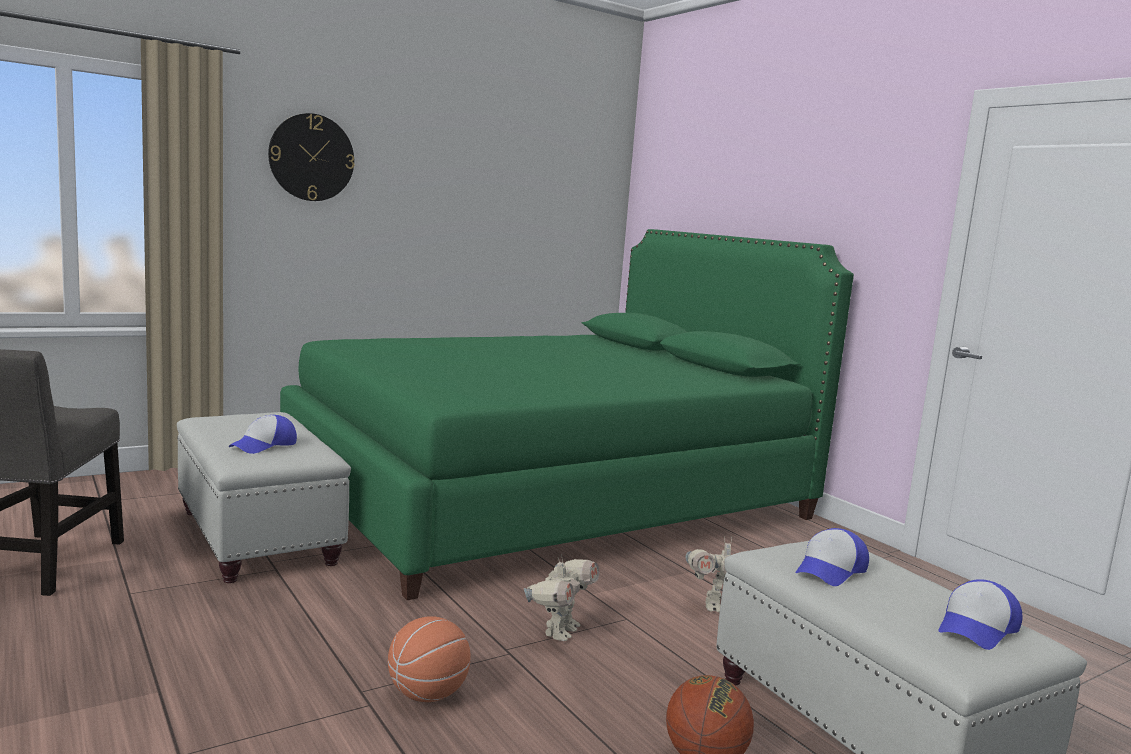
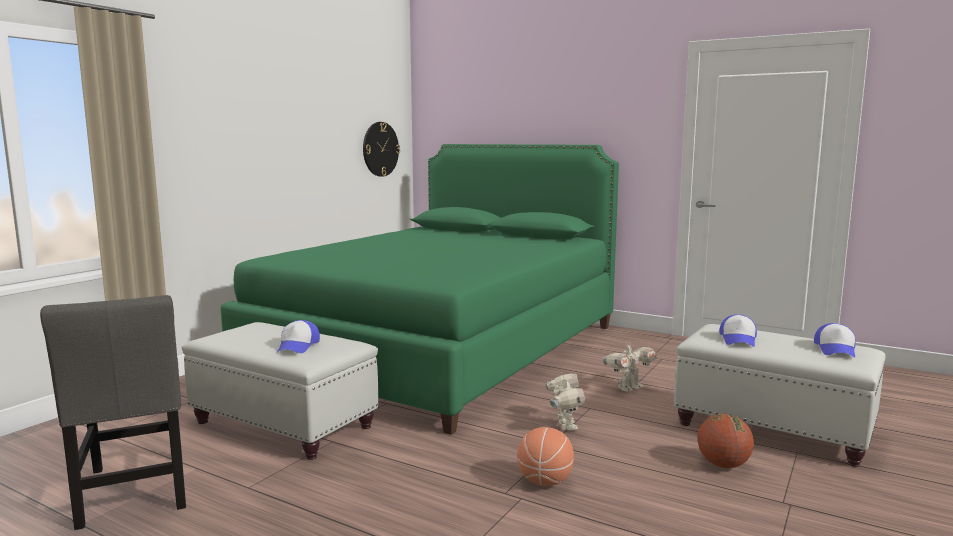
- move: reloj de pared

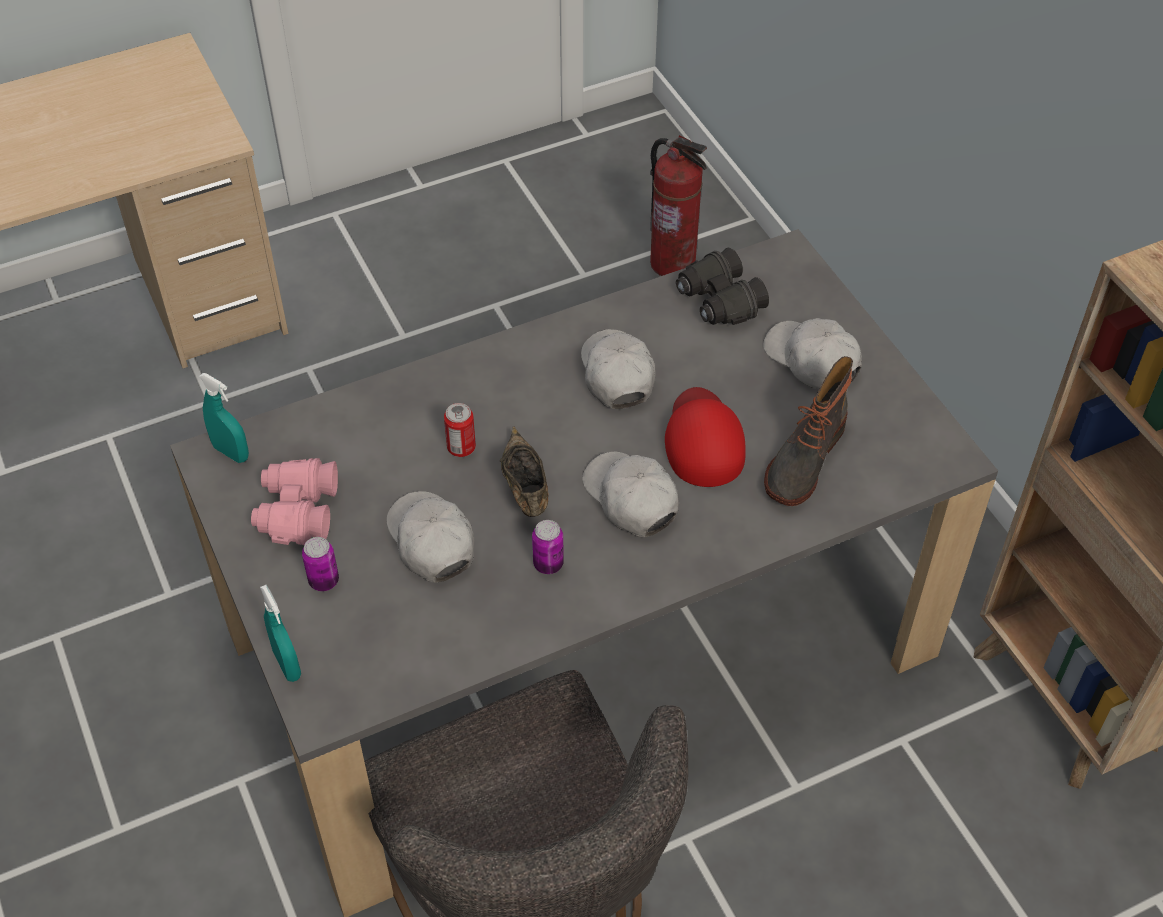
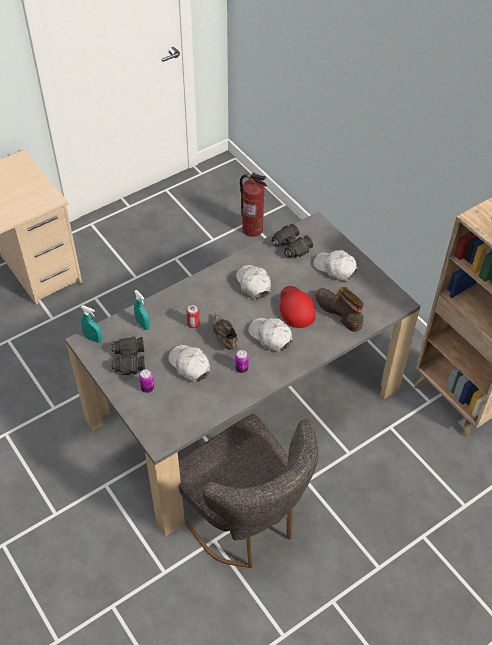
- recolor: prismáticos [rosa] to prismáticos [negro] (1st from left)
- move: pulverizador [turquesa] (2nd from left)
- rotate: bota 120 degrees clockwise

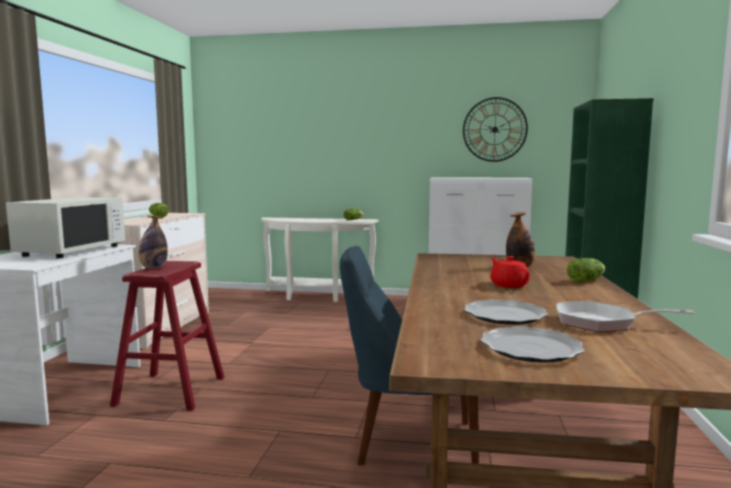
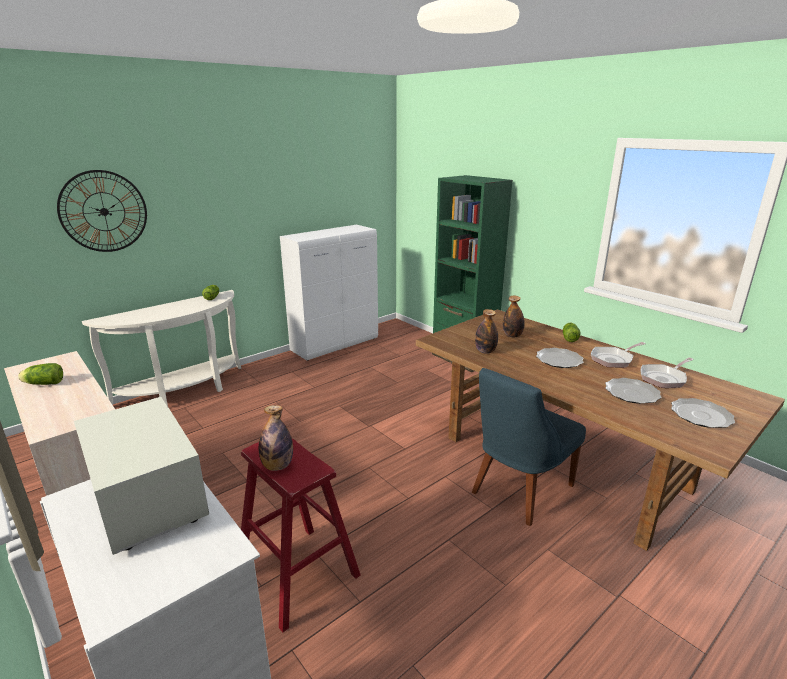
- move: reloj de pared
- replace: tetera [rojo] to plato (1st from left)
- insert: botella (2nd from left)
- insert: sartén (1st from left)

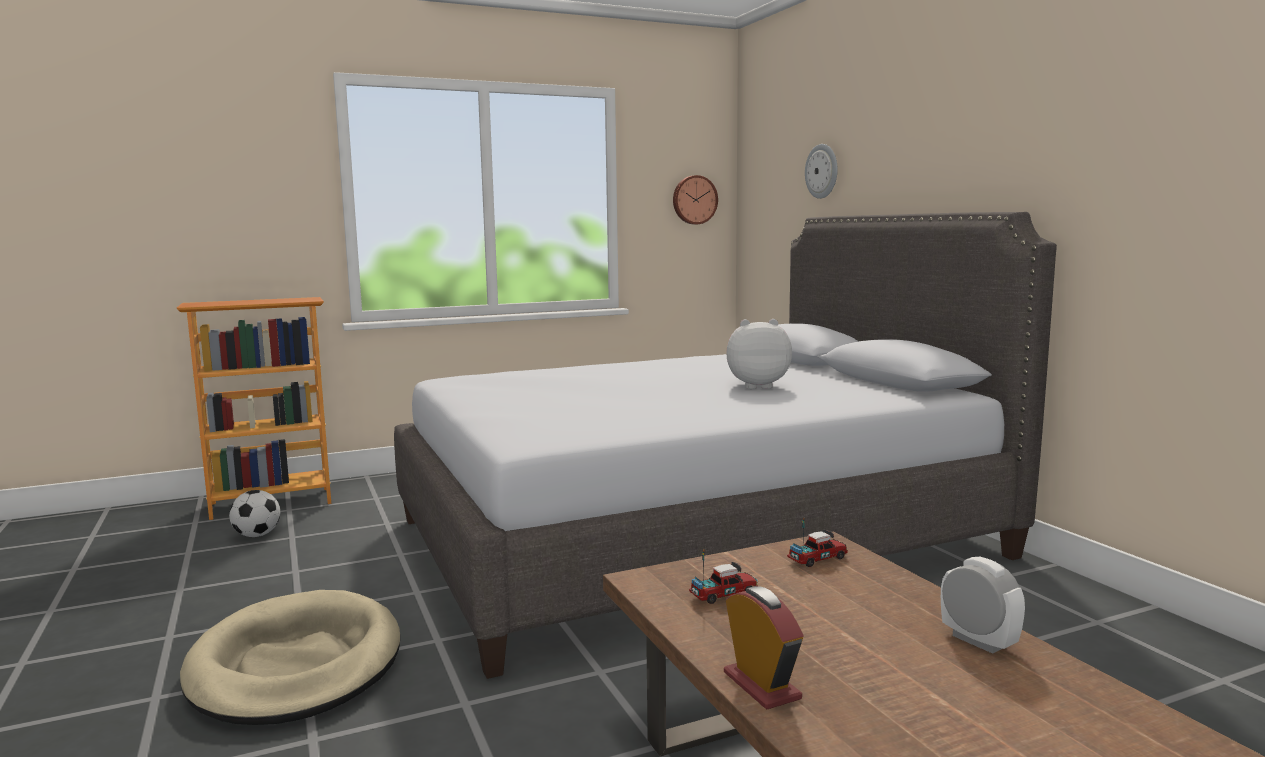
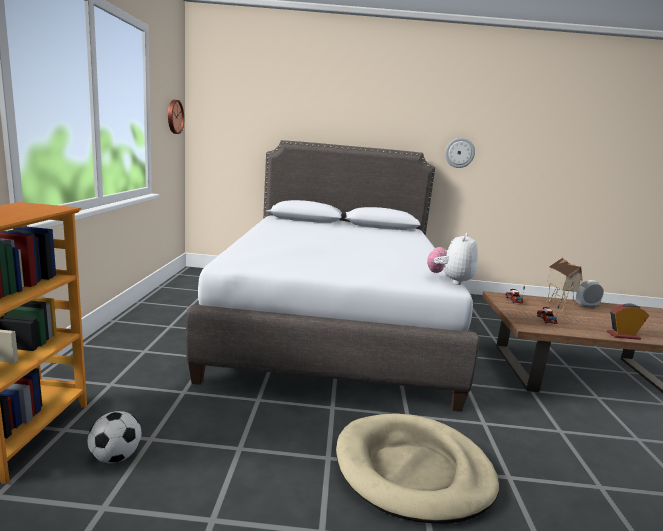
- move: peluche
- move: reloj de pared (2nd from left)
- insert: casita

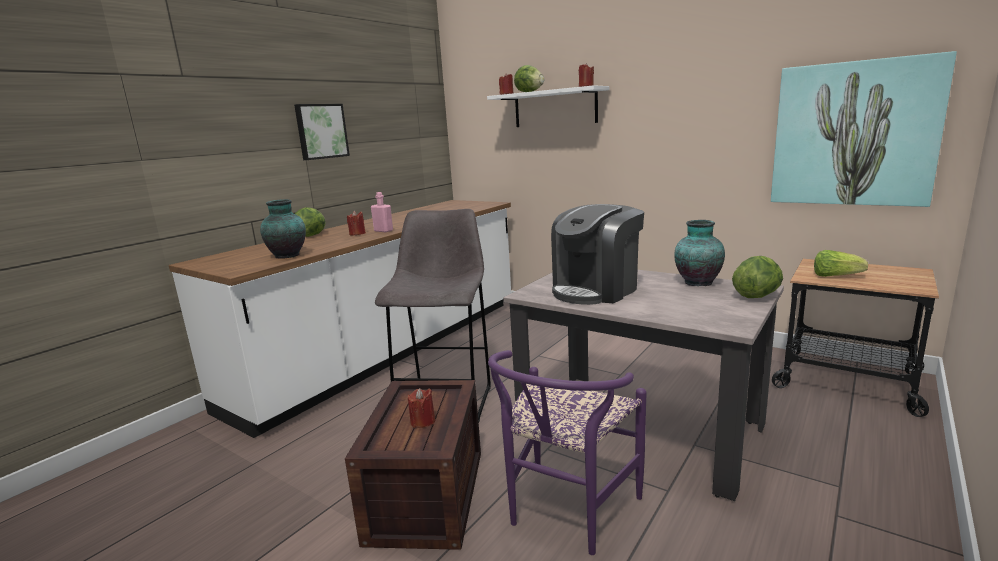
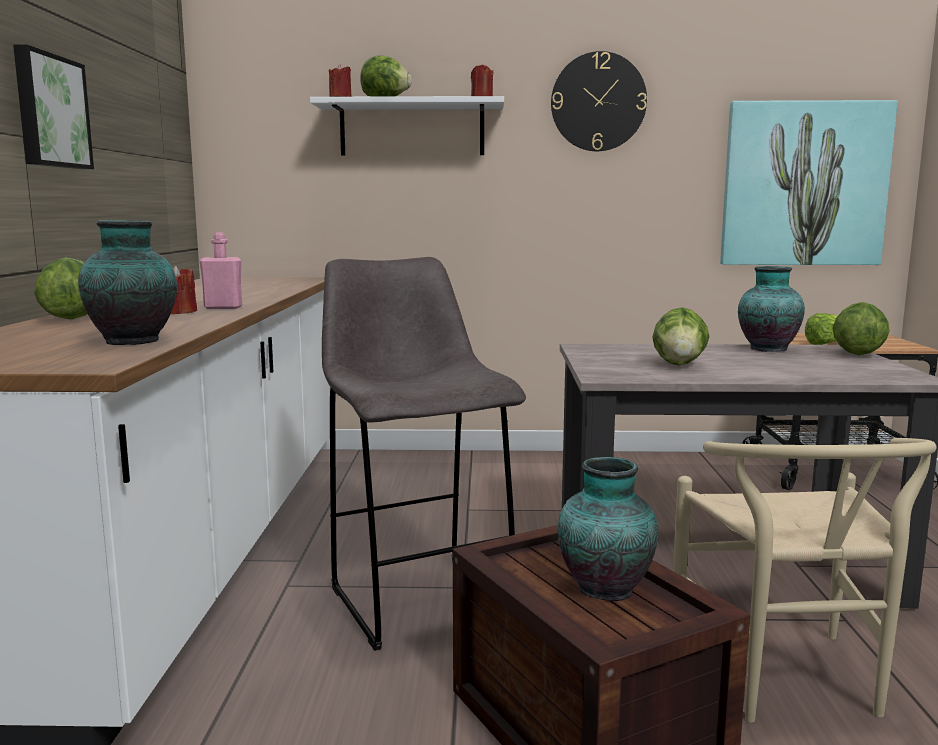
- replace: vela [rojo] (2nd from left) to florero (2nd from left)
- recolor: silla [morado] to silla [beis]
- replace: cafetera to lechuga (3rd from left)
- insert: reloj de pared

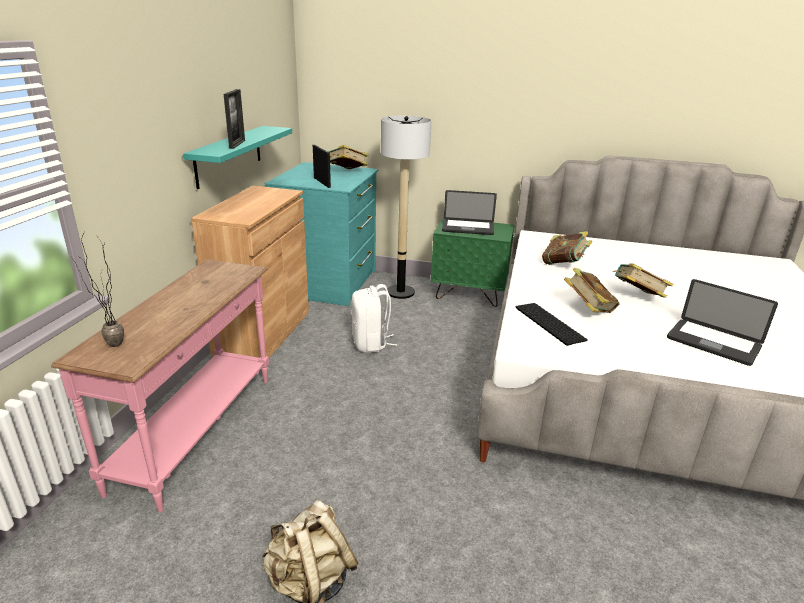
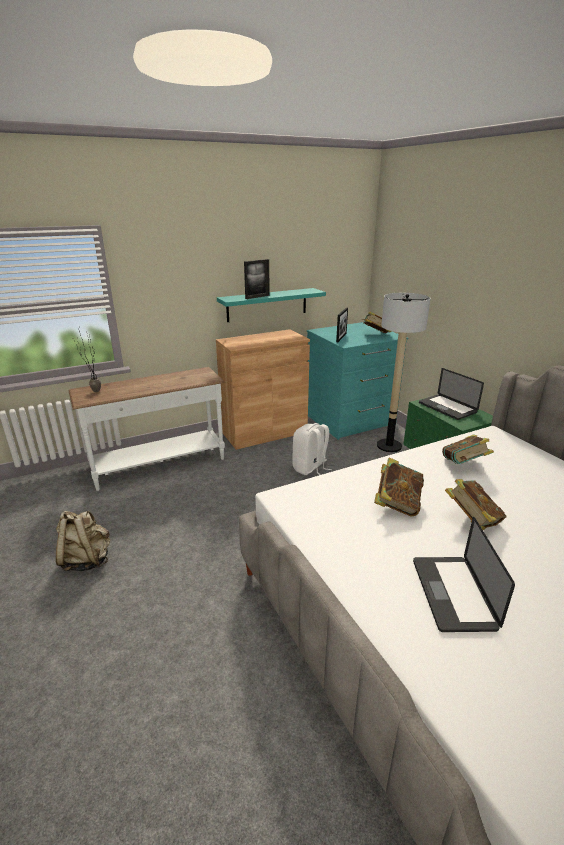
- recolor: mesa consola [rosa] to mesa consola [blanco]
- delete: teclado

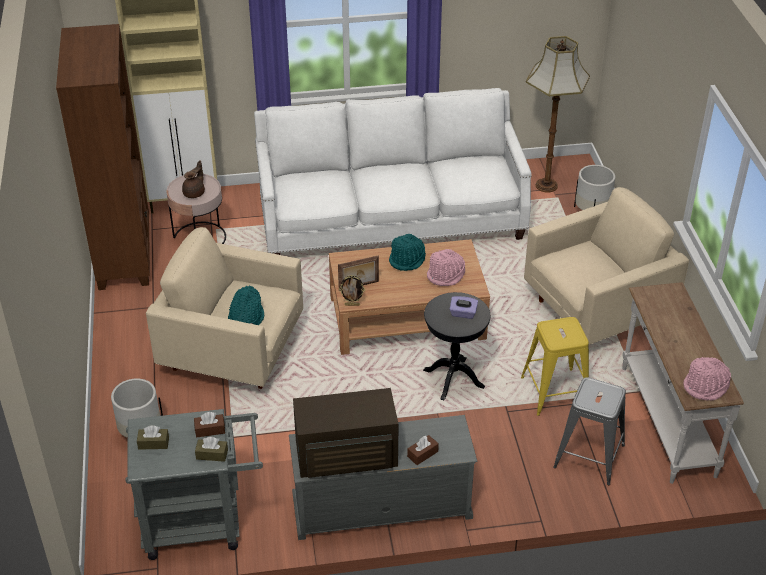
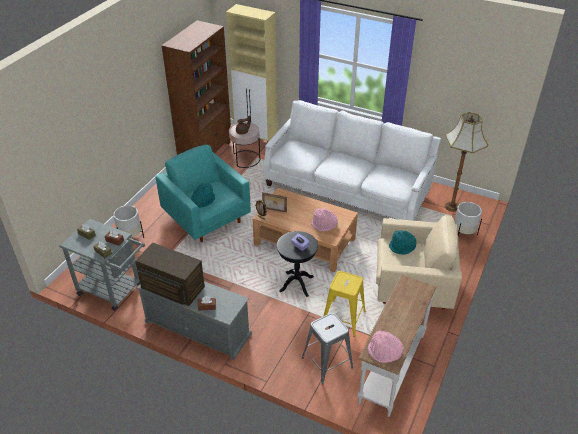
- recolor: sillón [beis] (1st from left) to sillón [turquesa]
- move: sombrero [turquesa] (2nd from left)

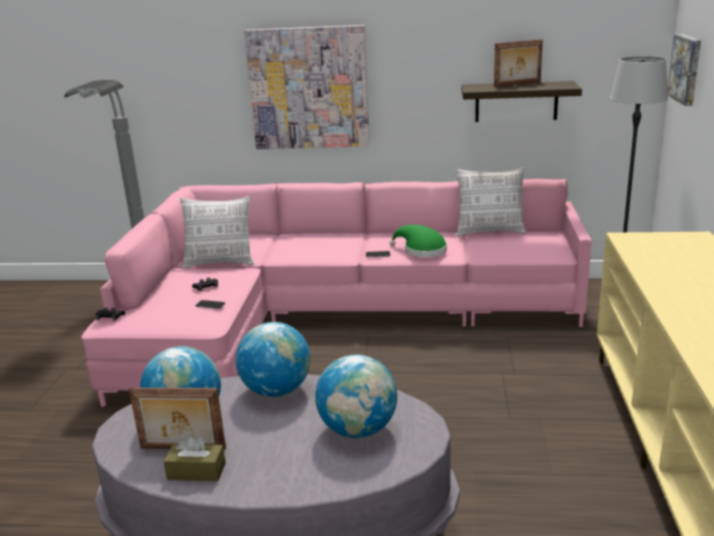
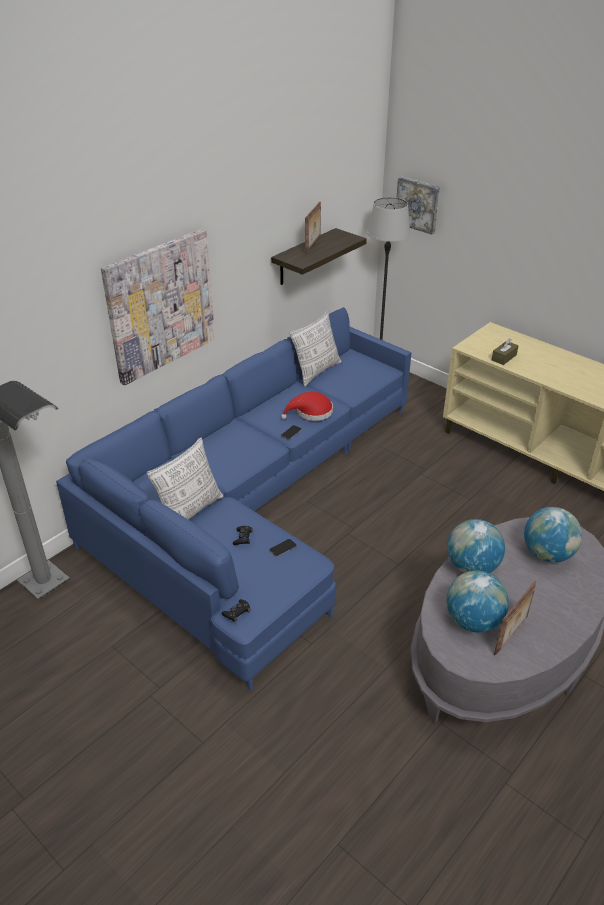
- recolor: sofá [rosa] to sofá [azul]
- move: caja de pañuelos [marrón]
- recolor: sombrero [verde] to sombrero [rojo]

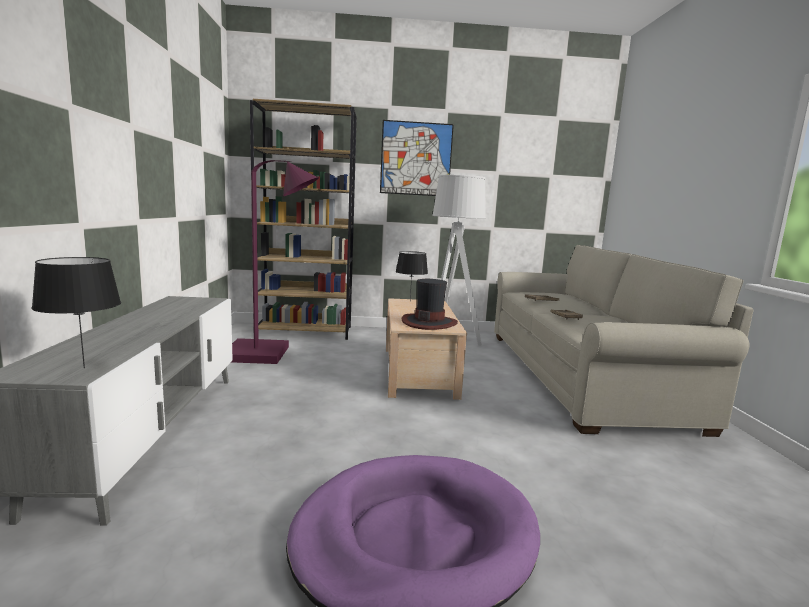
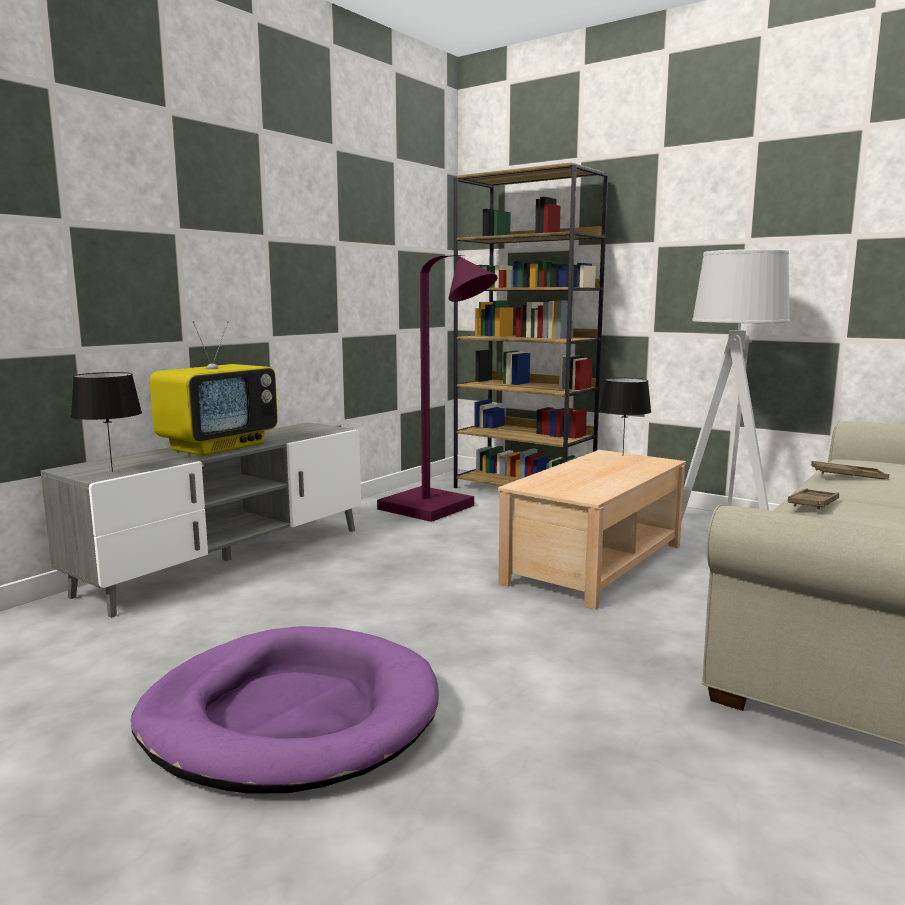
- delete: cuadro
- delete: sombrero
- insert: televisor

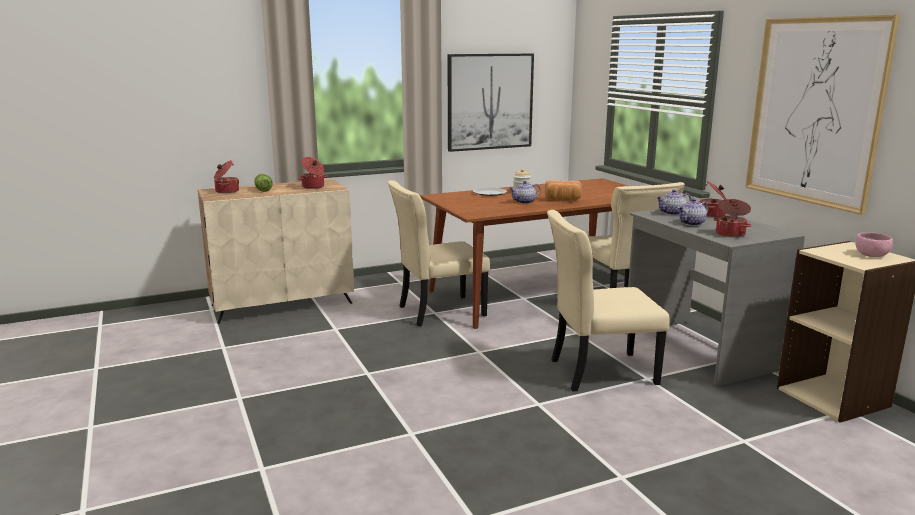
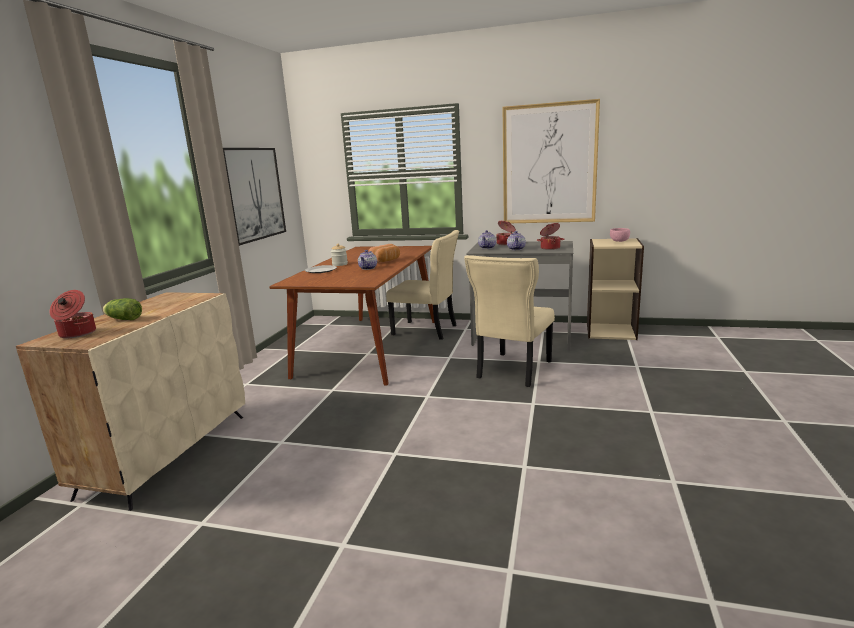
- delete: olla (2nd from left)
- delete: silla [beis] (1st from left)

